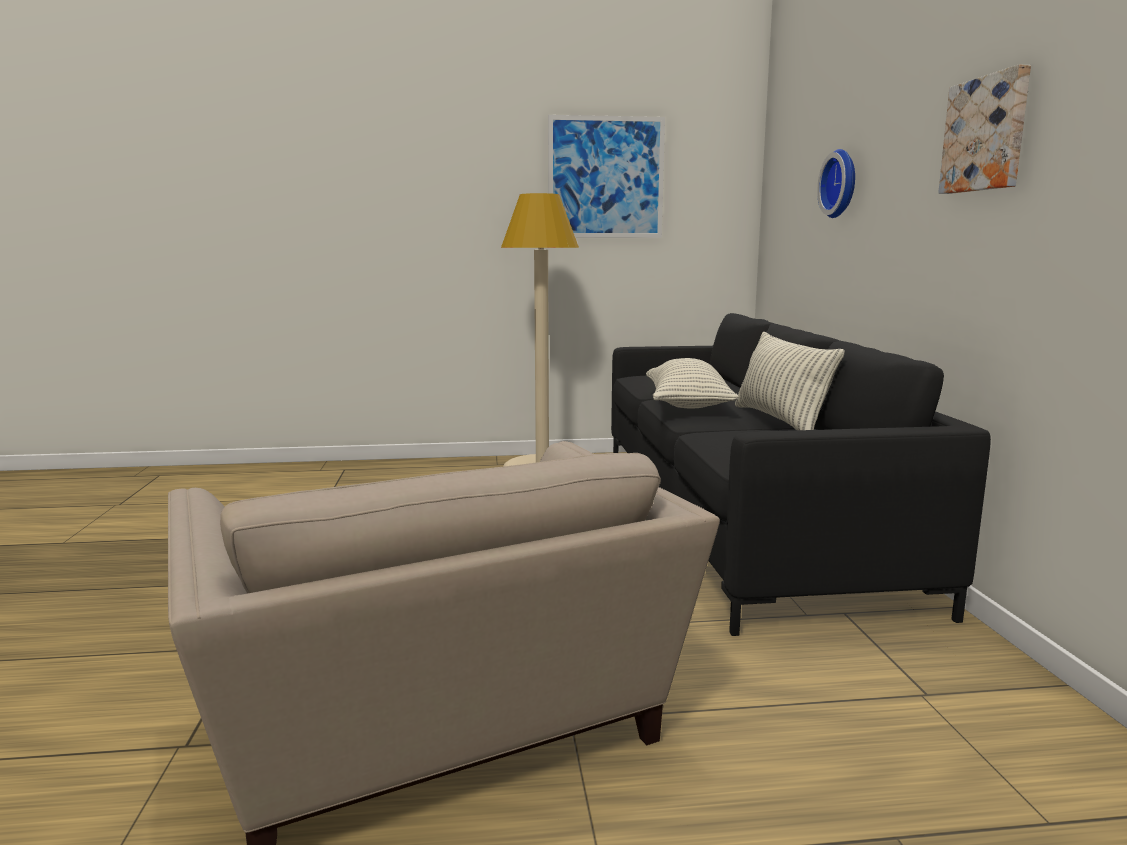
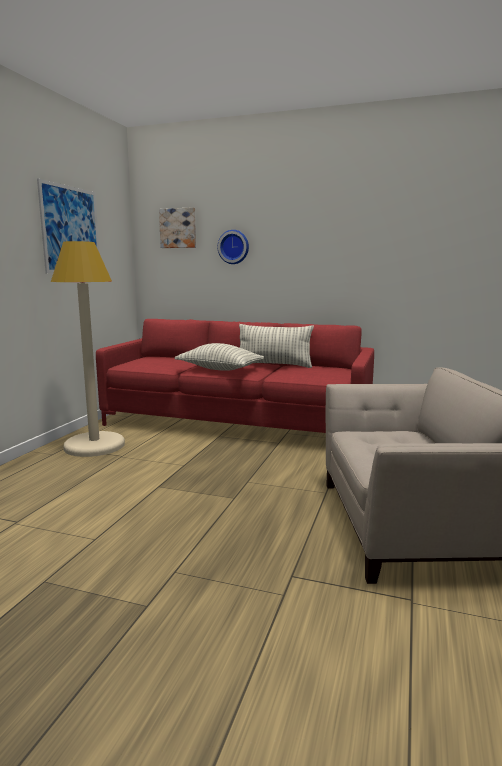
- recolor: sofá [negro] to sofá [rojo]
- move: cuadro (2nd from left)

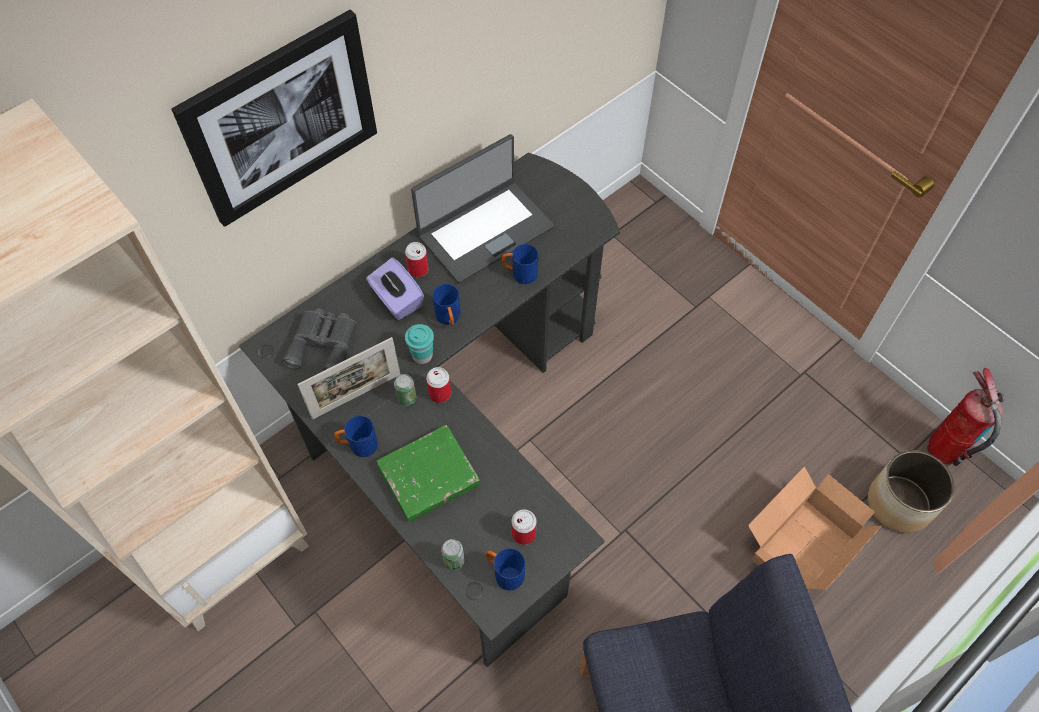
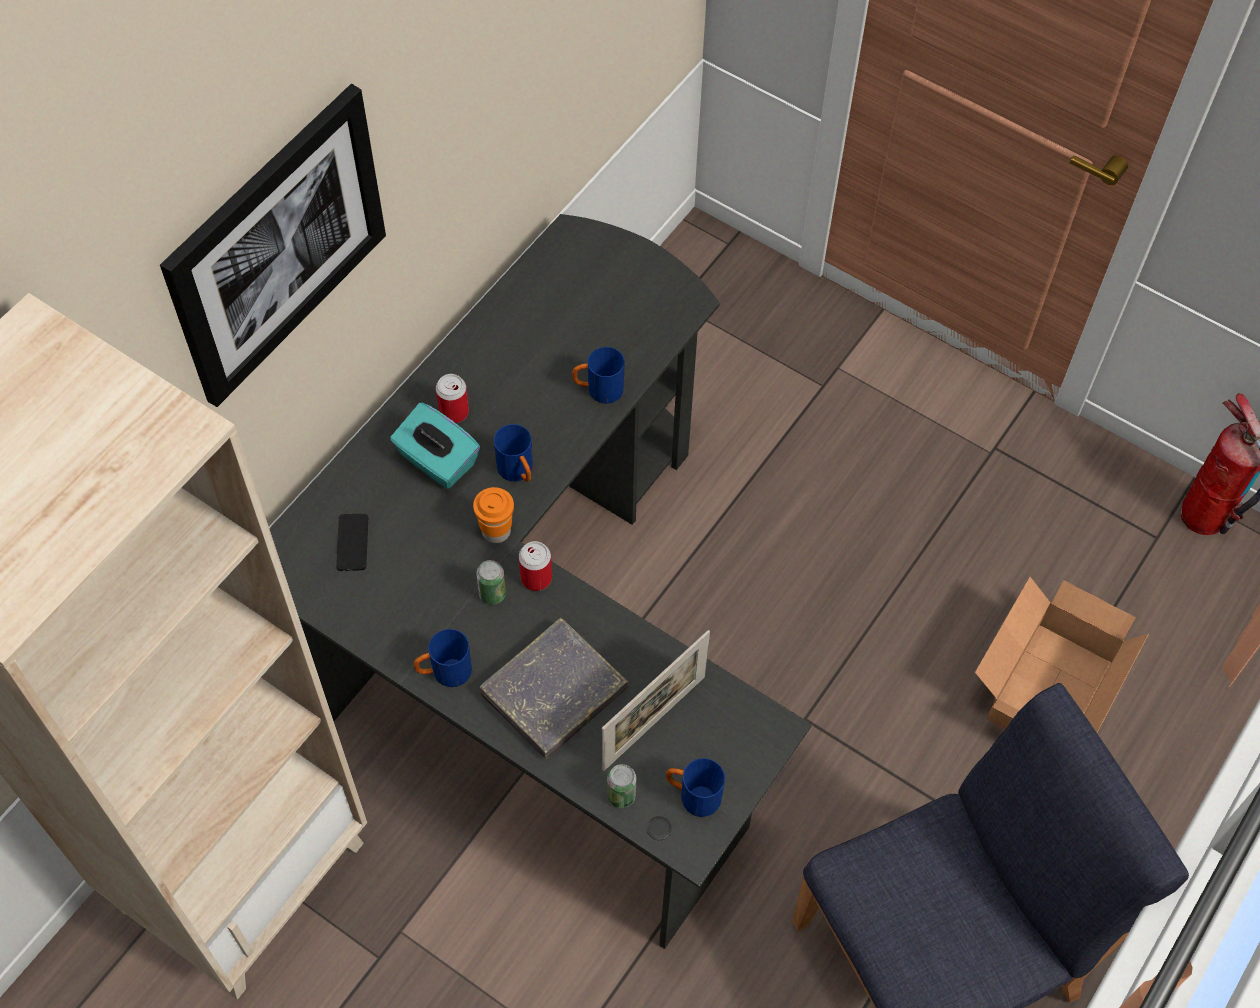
- replace: prismáticos [gris] to móvil
- move: portarretratos
- recolor: caja de pañuelos [morado] to caja de pañuelos [turquesa]
- recolor: libro [verde] to libro [gris]
- recolor: taza [turquesa] to taza [naranja]
- delete: portátil
- delete: lata (5th from left)
- delete: maceta

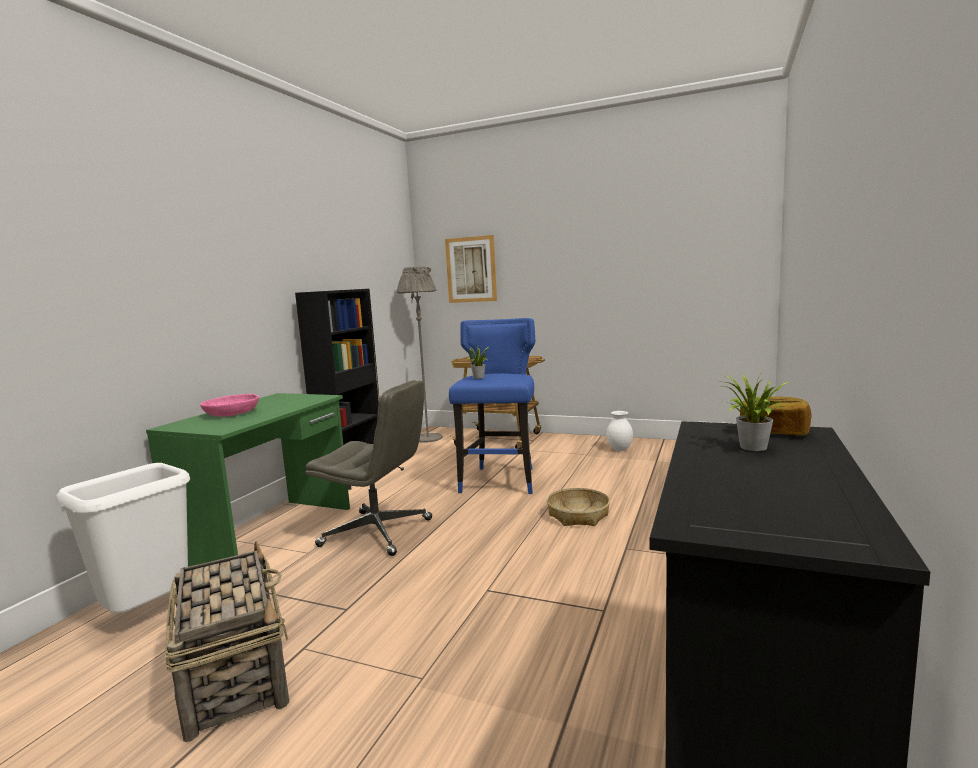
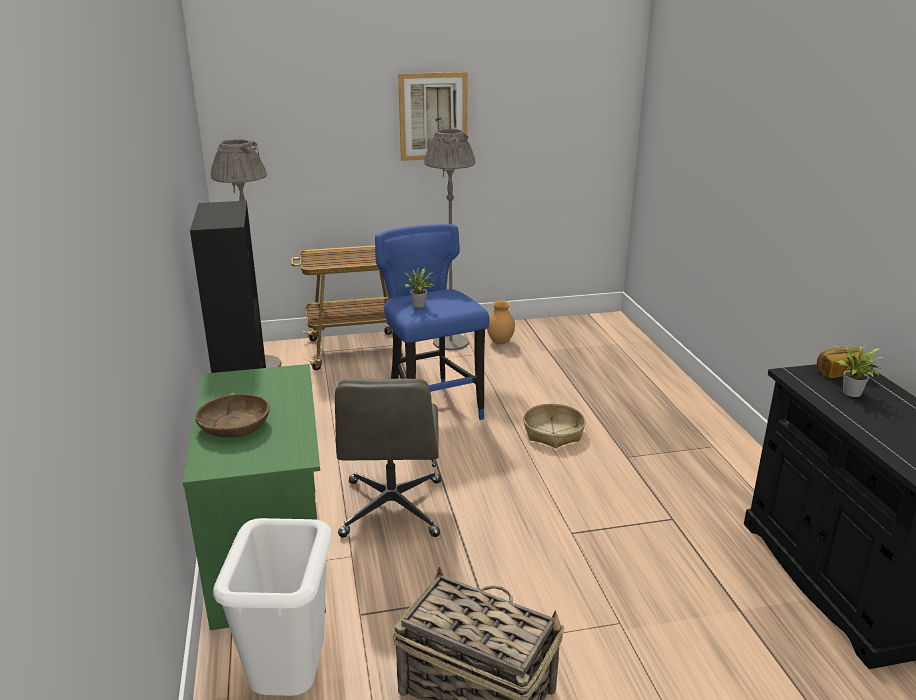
- recolor: cuenco [rosa] to cuenco [marrón]
- rotate: silla de oficina [gris] 105 degrees clockwise
- move: cuadro
- recolor: florero [blanco] to florero [marrón]
- insert: lámpara de pie [gris] (2nd from left)

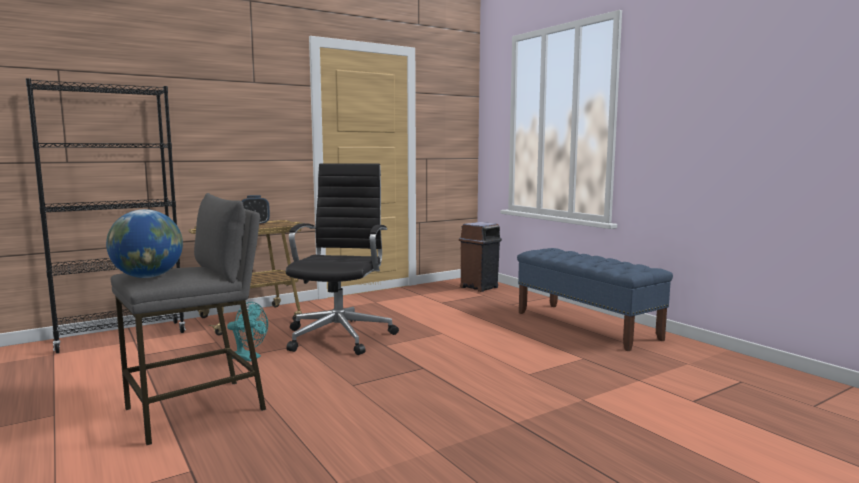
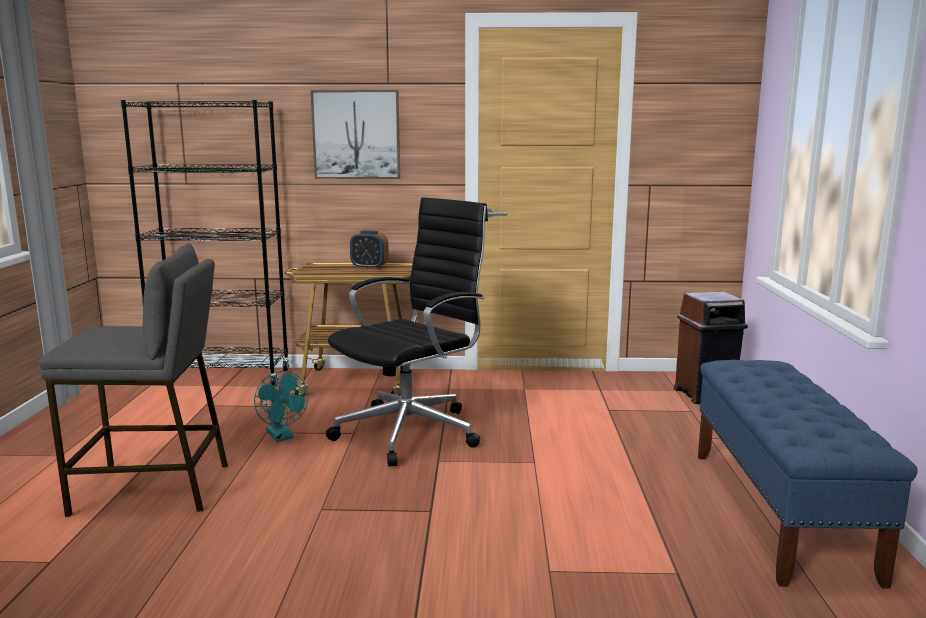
- delete: globo terráqueo
- insert: cuadro

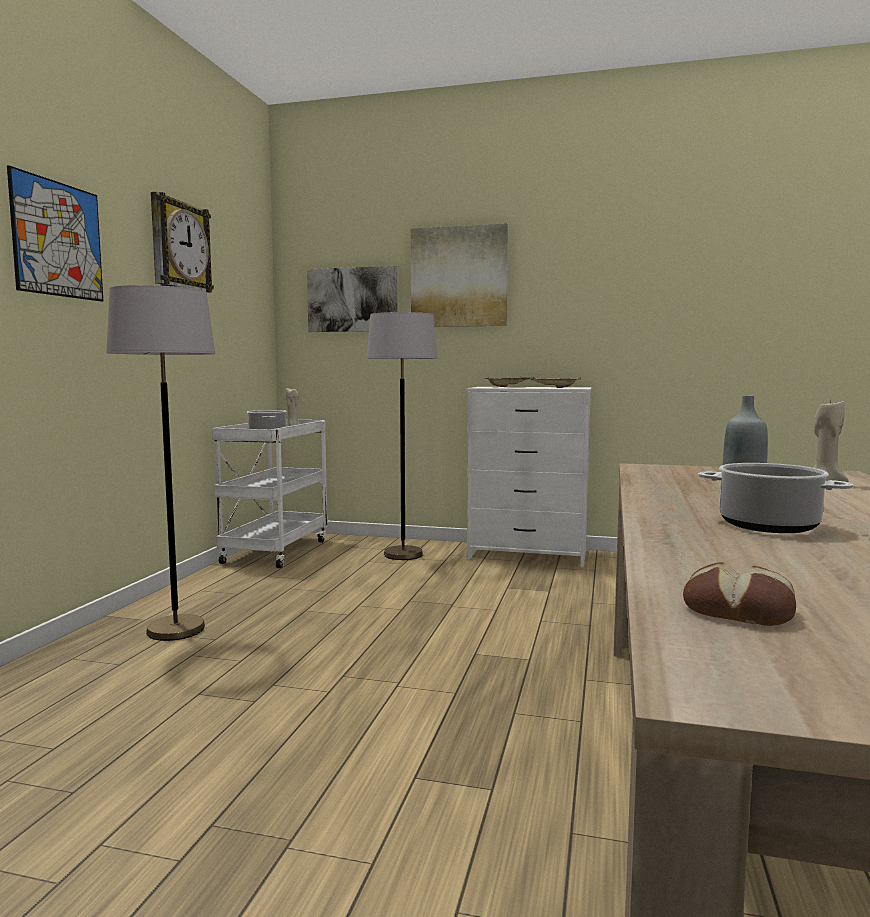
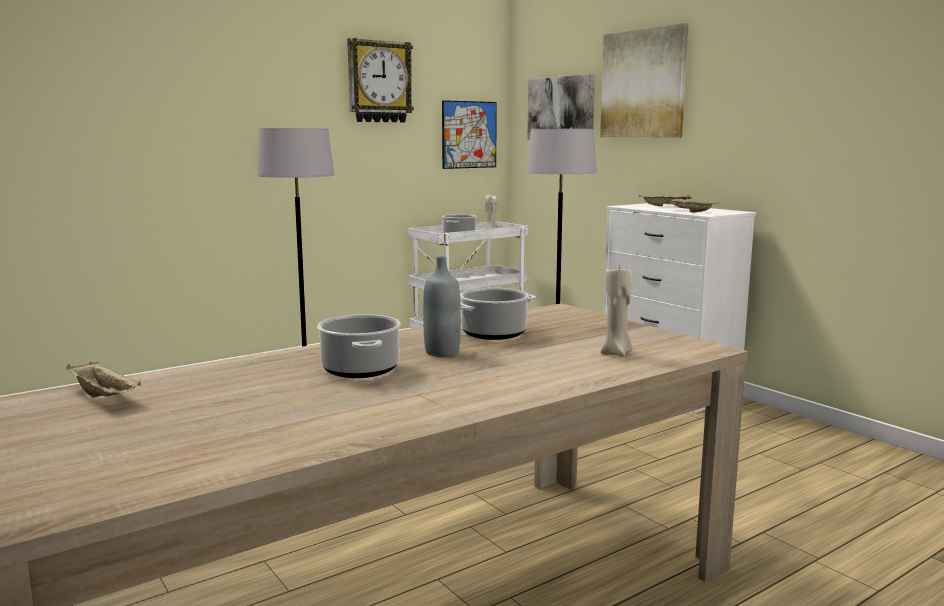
- move: cuadro (1st from left)
- replace: pan to bandeja [beis] (1st from left)
- insert: olla (3rd from left)

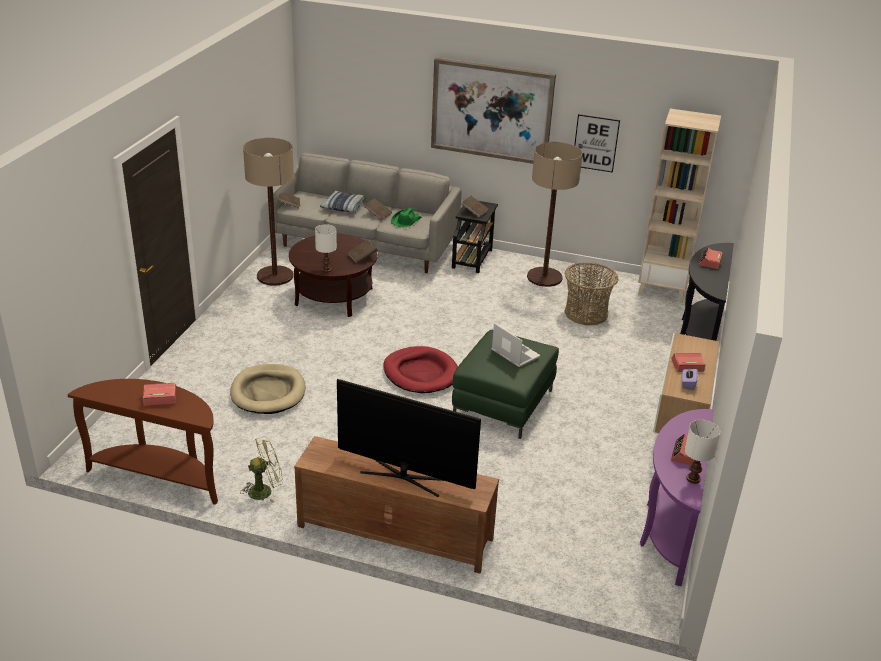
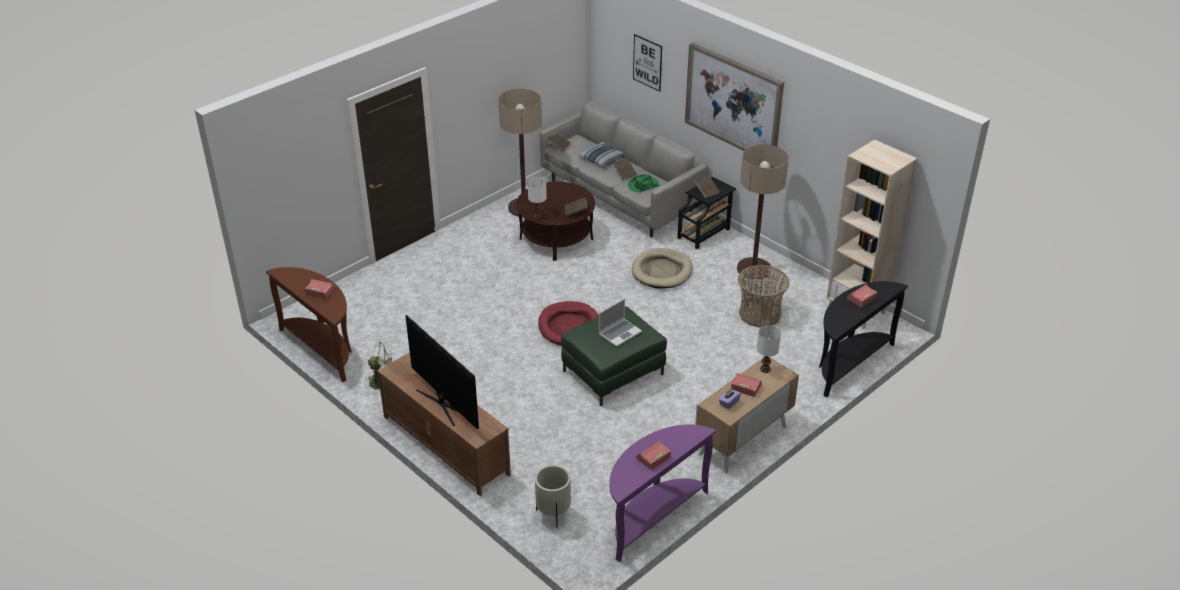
- move: cama para perro [beis]
- rotate: portátil 60 degrees clockwise
- move: cuadro (2nd from left in the first image) to cuadro (1st from left)
- move: lámpara de mesa [blanco] (2nd from left)
- insert: maceta [beis]

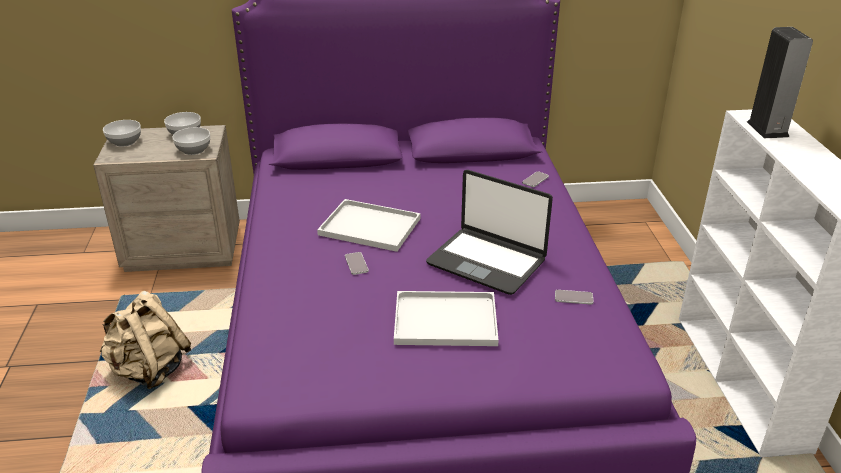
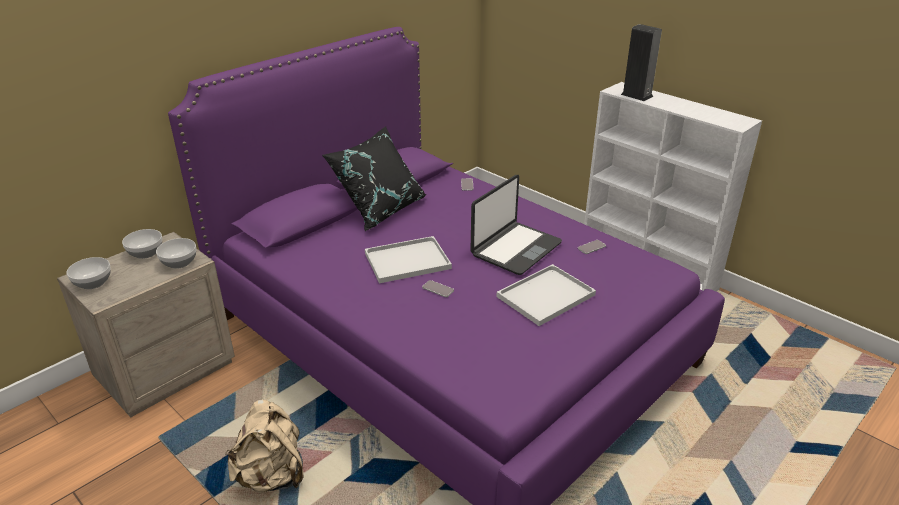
- rotate: portátil 45 degrees counterclockwise
- insert: cojín [negro]

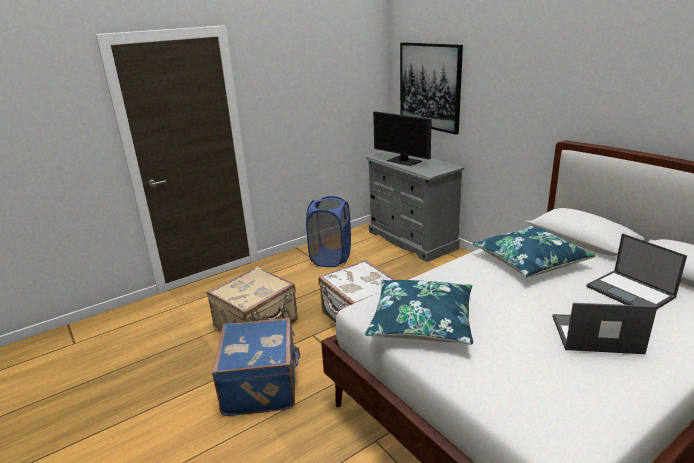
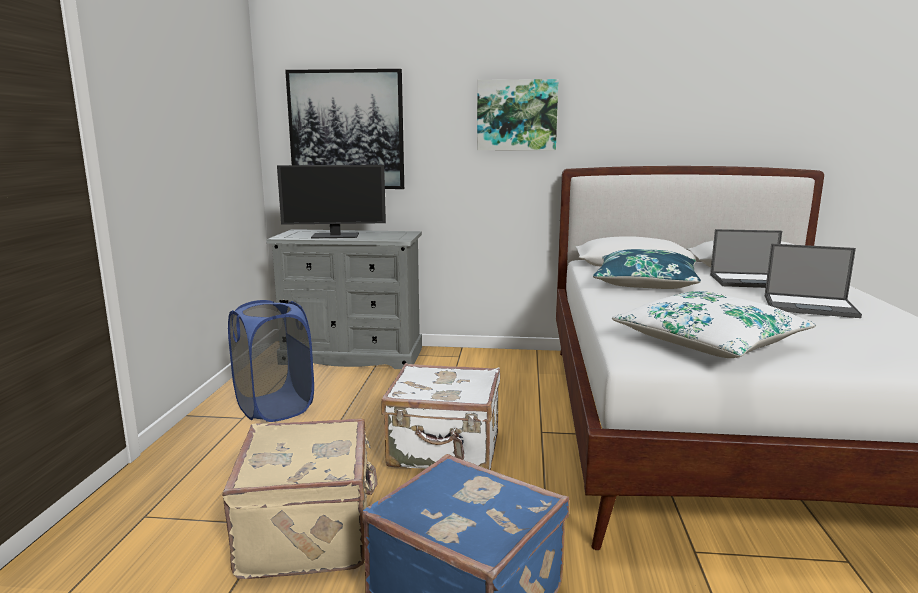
- recolor: cojín [azul] (1st from left) to cojín [blanco]
- rotate: portátil (1st from left in the first image) 120 degrees counterclockwise
- insert: cuadro (2nd from left)

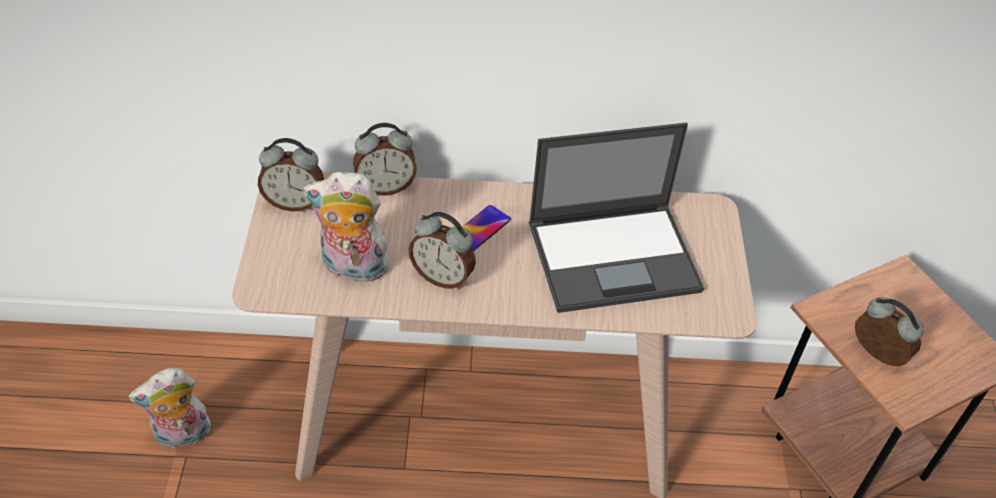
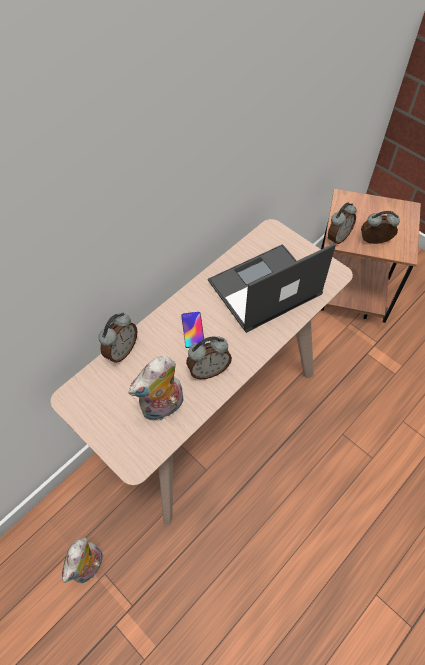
- move: despertador (1st from left in the first image) to despertador (3rd from left)
- rotate: portátil 150 degrees counterclockwise

